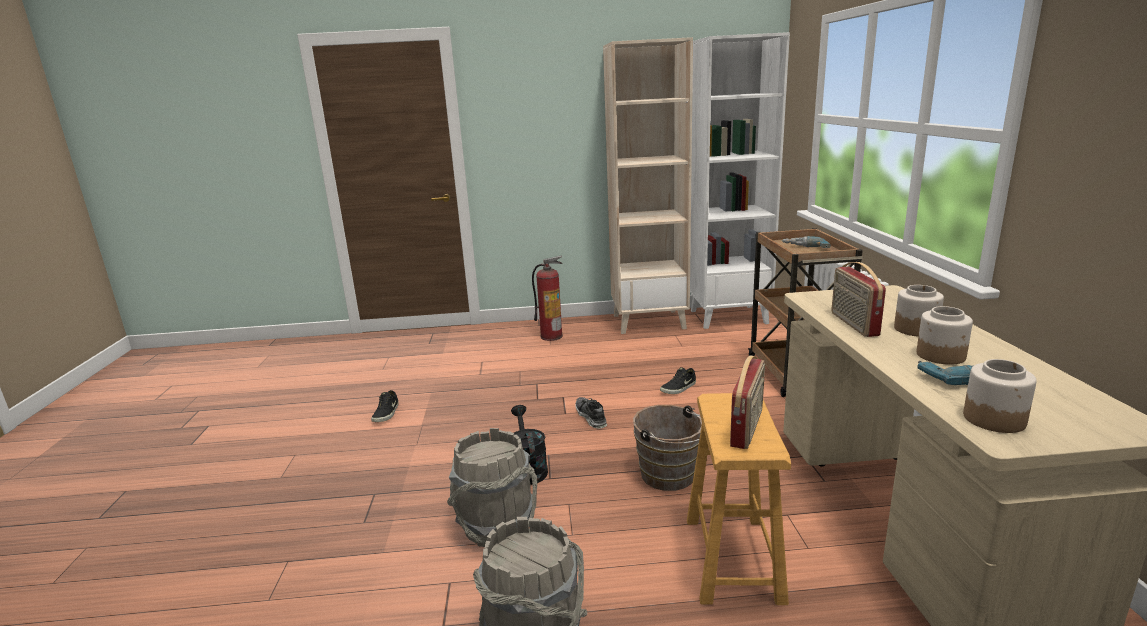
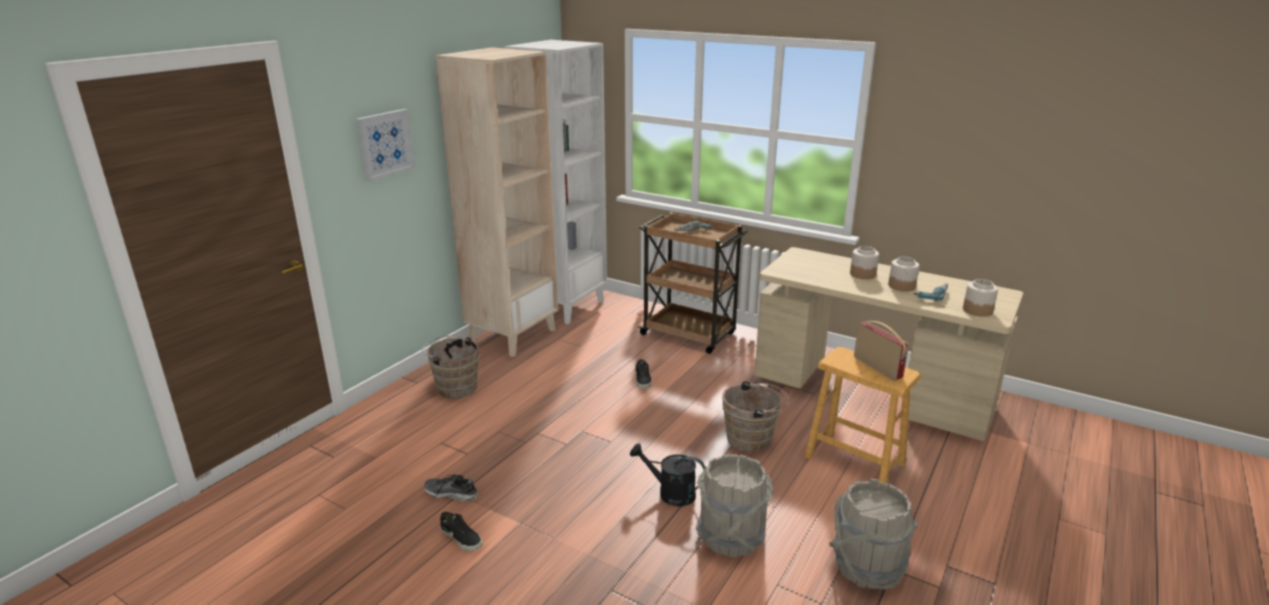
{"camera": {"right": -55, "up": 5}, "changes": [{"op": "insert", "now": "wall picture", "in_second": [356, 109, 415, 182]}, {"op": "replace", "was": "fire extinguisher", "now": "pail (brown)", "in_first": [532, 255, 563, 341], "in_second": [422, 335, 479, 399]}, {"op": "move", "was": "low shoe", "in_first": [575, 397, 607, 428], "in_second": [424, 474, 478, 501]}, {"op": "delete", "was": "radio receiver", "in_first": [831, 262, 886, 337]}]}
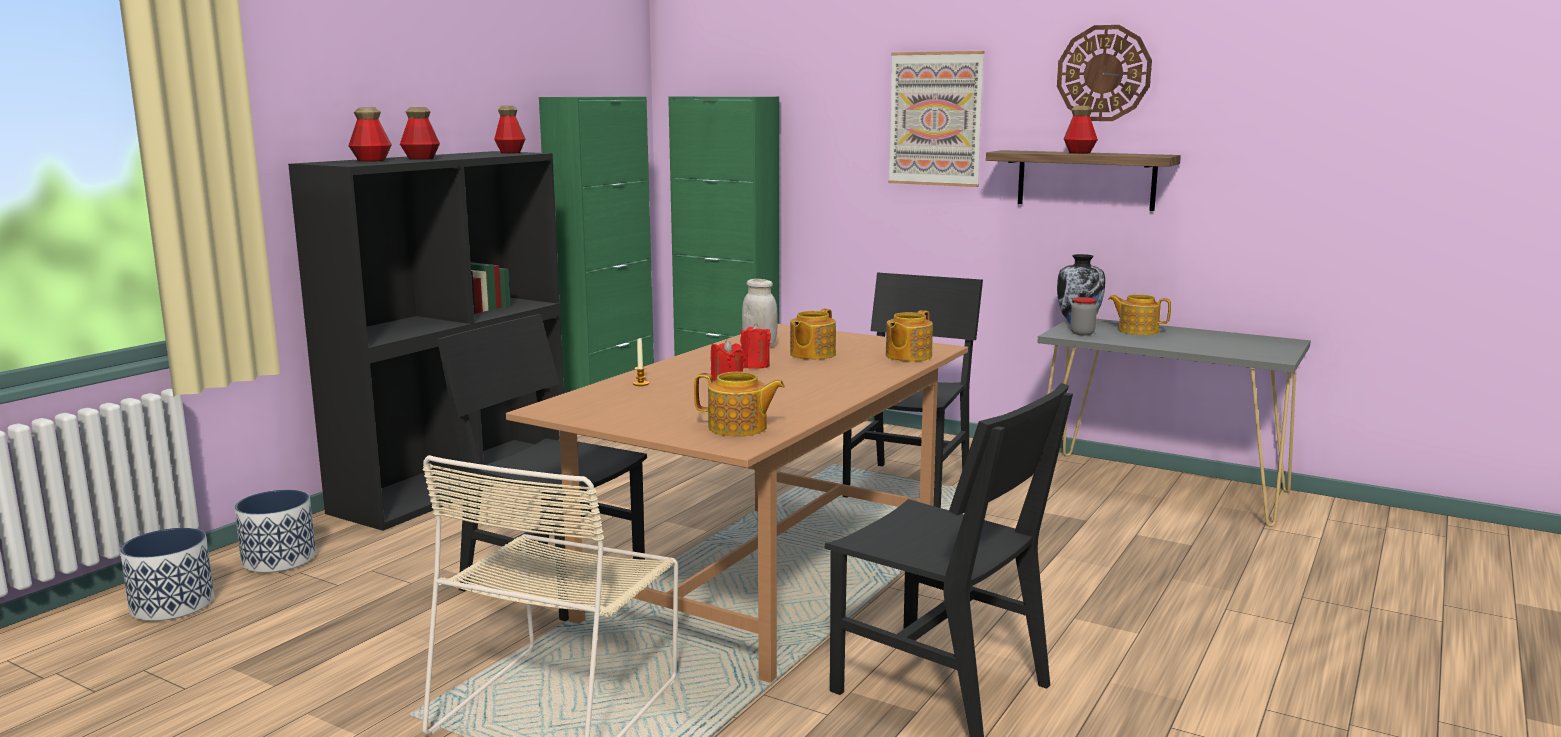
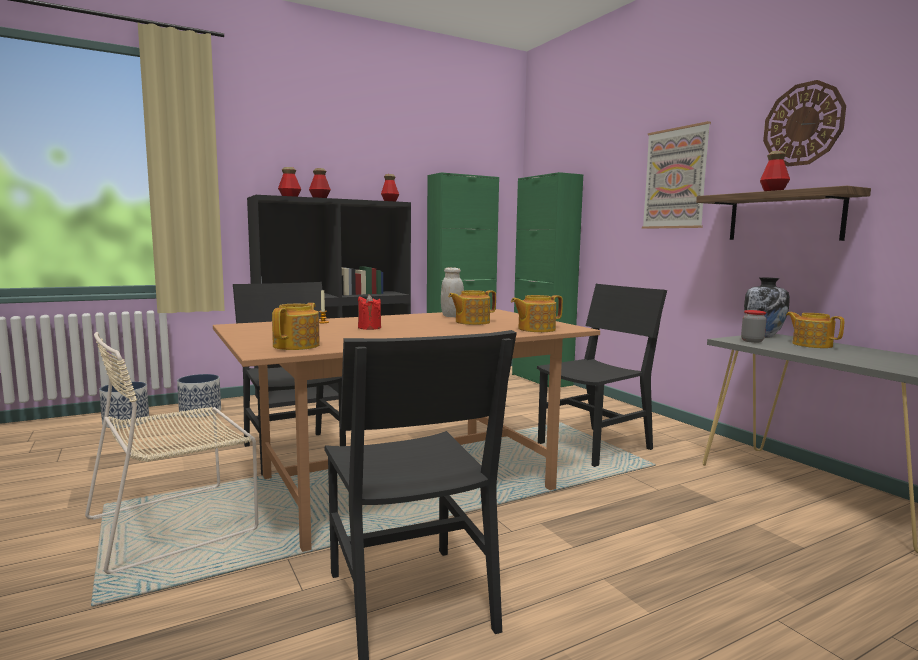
{"camera": {"right": 30, "up": -5}, "changes": [{"op": "rotate", "was": "tea pot", "in_first": [694, 372, 785, 436], "in_second": [272, 303, 320, 350], "clockwise": -120}, {"op": "delete", "was": "wax light (red)", "in_first": [740, 323, 771, 369]}]}
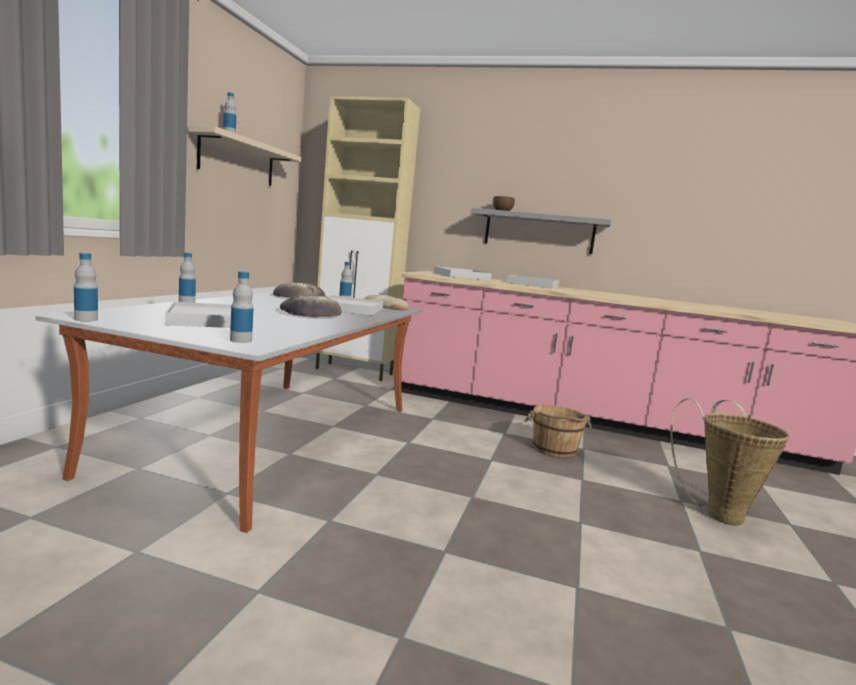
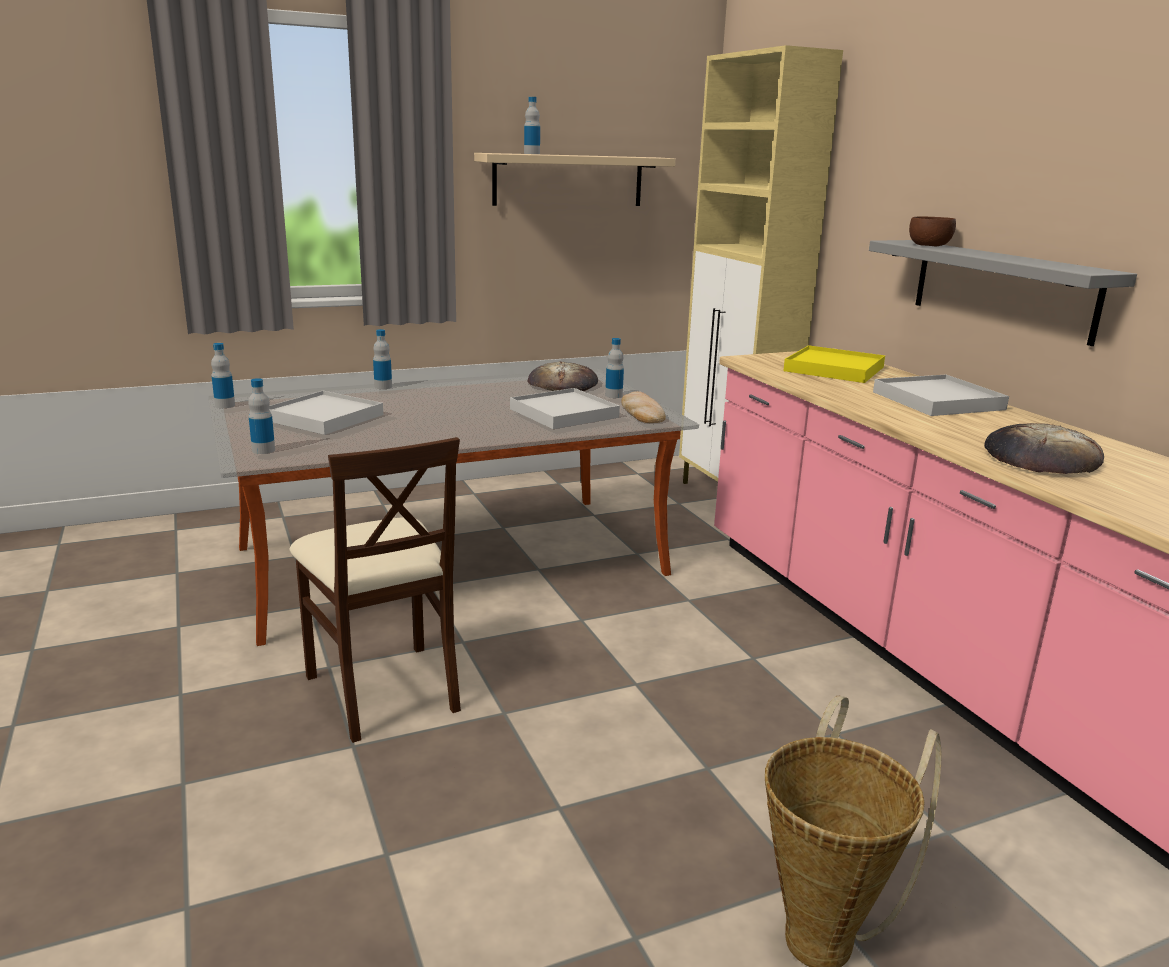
{"camera": {"right": 50, "up": 10}, "changes": [{"op": "insert", "now": "chair (beige-coloured)", "in_second": [289, 437, 461, 743]}, {"op": "recolor", "was": "carrying tray (white)", "now": "carrying tray (yellow)", "in_first": [434, 266, 492, 280], "in_second": [783, 345, 885, 383]}, {"op": "move", "was": "baked bread", "in_first": [280, 295, 342, 318], "in_second": [984, 423, 1104, 474]}, {"op": "delete", "was": "pail (brown)", "in_first": [524, 405, 592, 458]}]}
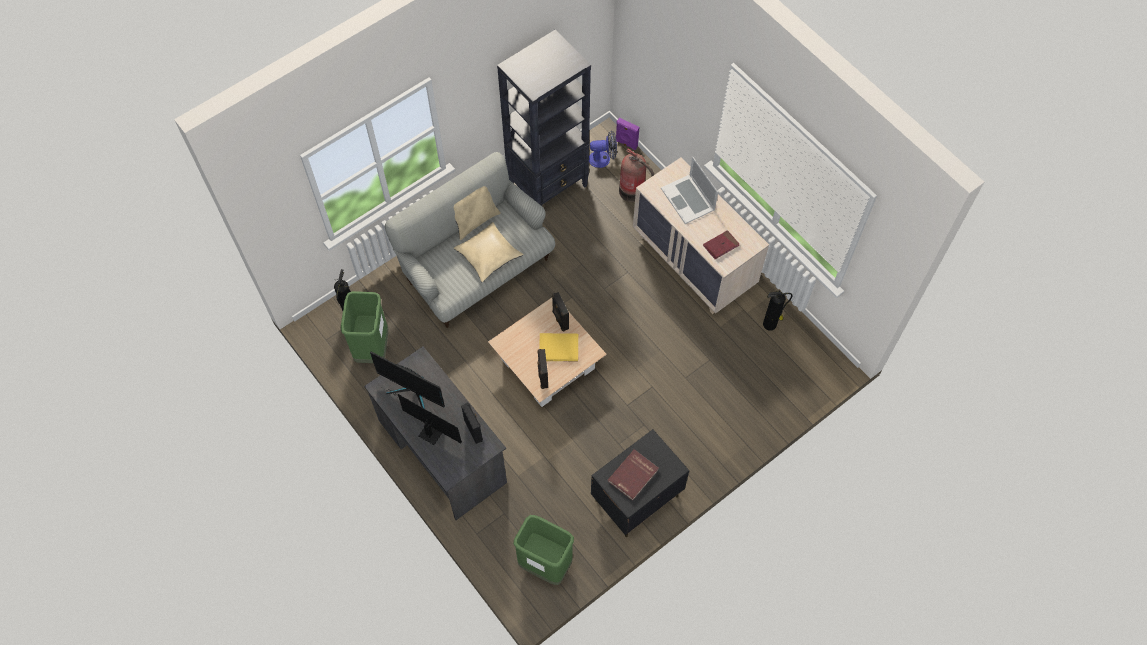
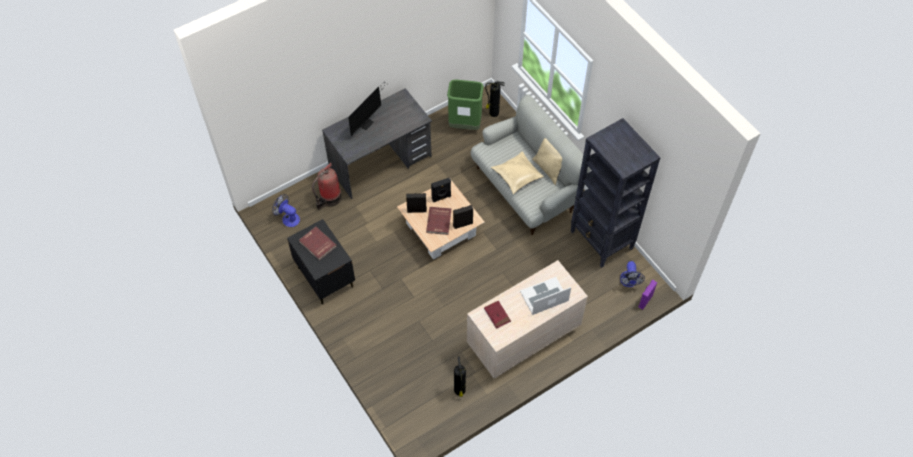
{"camera": {"right": 95, "up": -5}, "changes": [{"op": "replace", "was": "waste bin (green)", "now": "cooling fan", "in_first": [513, 515, 574, 585], "in_second": [272, 194, 300, 227]}, {"op": "move", "was": "fire extinguisher", "in_first": [619, 148, 654, 202], "in_second": [312, 163, 341, 210]}, {"op": "recolor", "was": "bound book (yellow)", "now": "bound book (red)", "in_first": [539, 333, 578, 361], "in_second": [426, 207, 451, 235]}, {"op": "move", "was": "loudspeaker (black)", "in_first": [461, 403, 483, 444], "in_second": [431, 178, 451, 202]}, {"op": "delete", "was": "monitor", "in_first": [370, 352, 445, 409]}]}
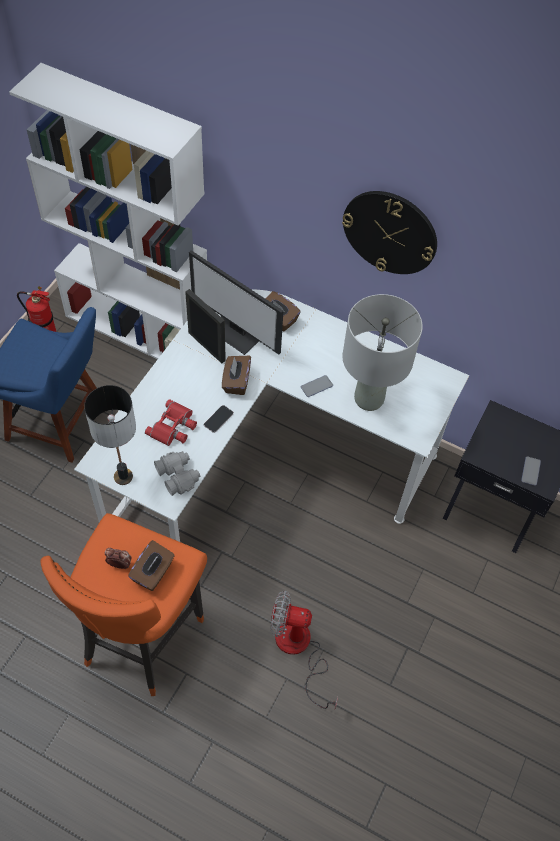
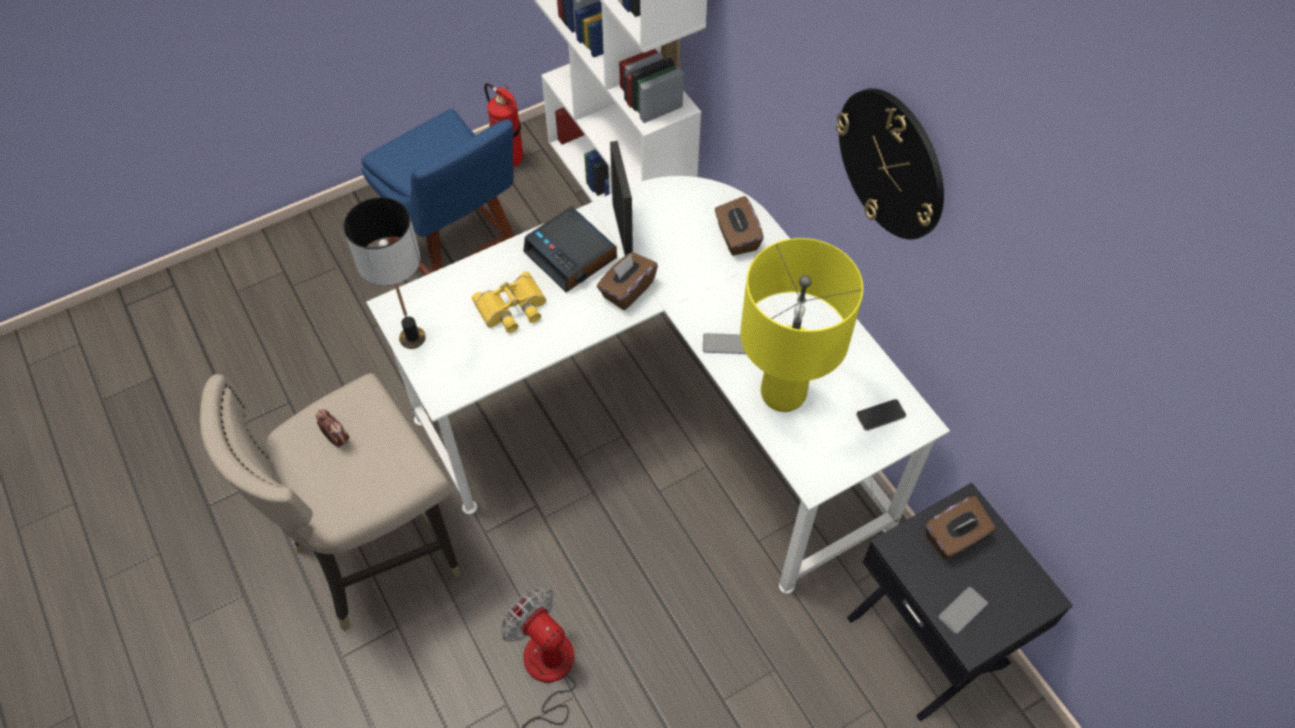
{"camera": {"right": 35, "up": 0}, "changes": [{"op": "recolor", "was": "sitting stool (orangey)", "now": "sitting stool (beige-coloured)", "in_first": [41, 513, 207, 696], "in_second": [200, 373, 461, 632]}, {"op": "recolor", "was": "binoculars (red)", "now": "binoculars (yellow)", "in_first": [145, 399, 197, 446], "in_second": [472, 271, 546, 333]}, {"op": "insert", "now": "bedside clock", "in_second": [523, 206, 617, 293]}, {"op": "recolor", "was": "lamp for a table (gray)", "now": "lamp for a table (yellow)", "in_first": [342, 294, 423, 411], "in_second": [740, 238, 863, 412]}, {"op": "move", "was": "telephone", "in_first": [204, 405, 234, 433], "in_second": [856, 399, 907, 431]}, {"op": "move", "was": "tissue box (brown)", "in_first": [128, 540, 175, 591], "in_second": [925, 496, 995, 559]}, {"op": "delete", "was": "binoculars (gray)", "in_first": [154, 451, 200, 496]}, {"op": "delete", "was": "monitor", "in_first": [189, 250, 283, 355]}]}
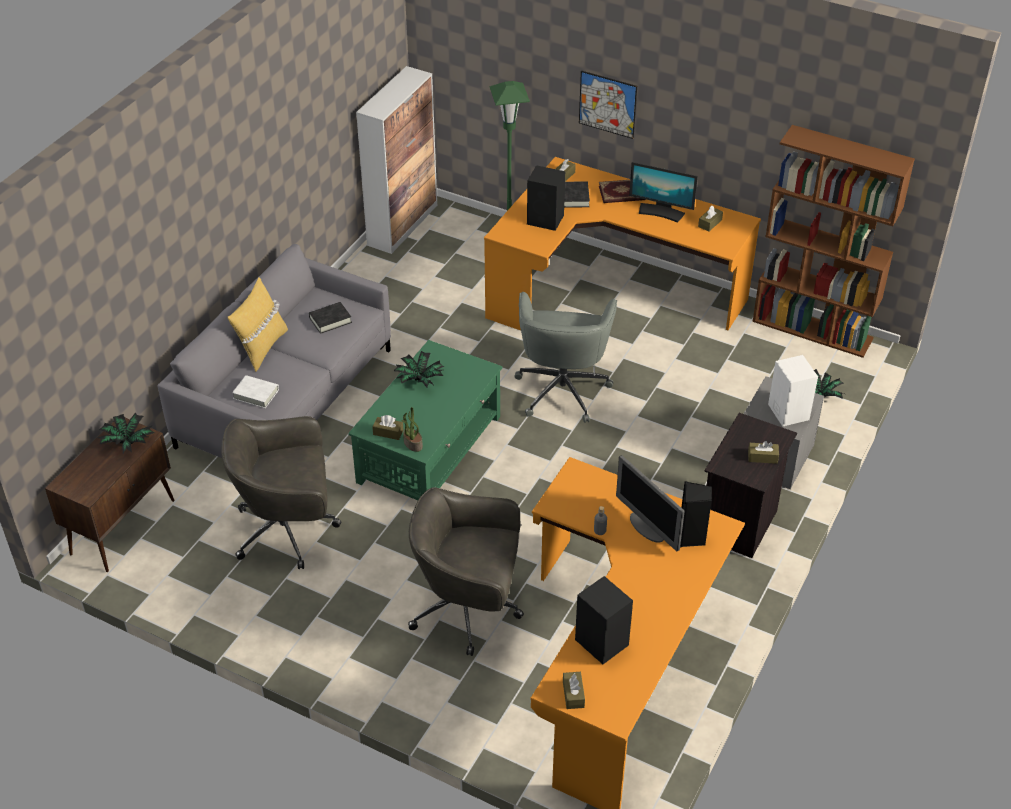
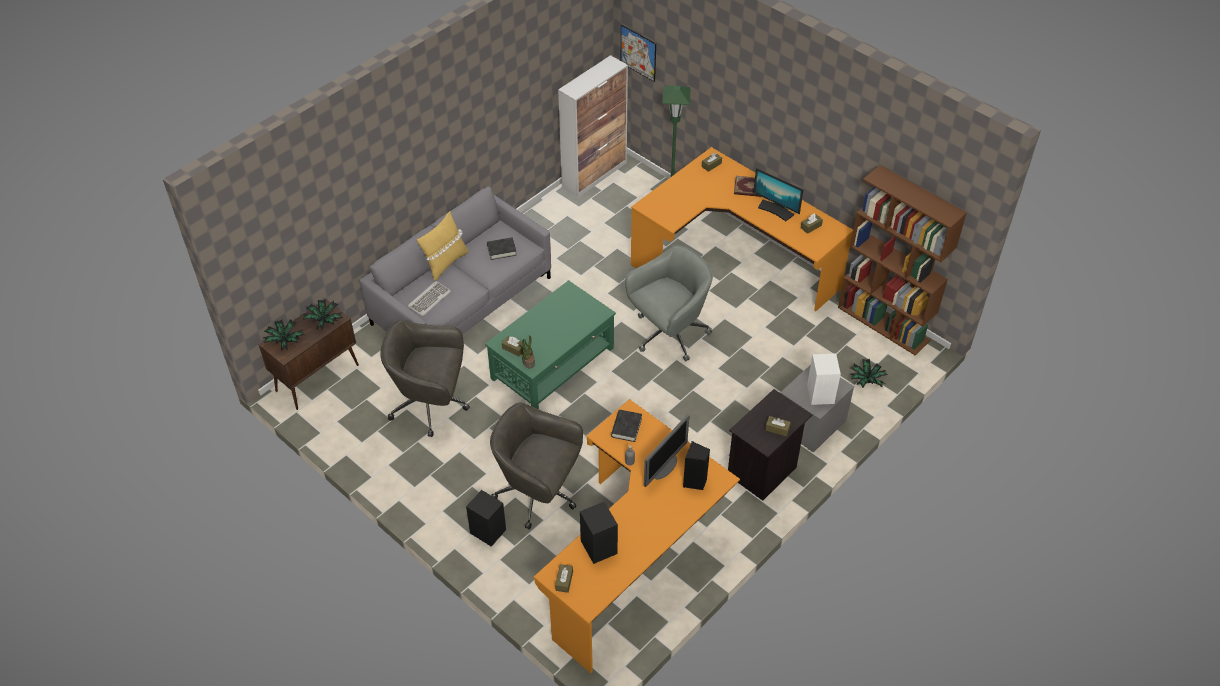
{"camera": {"right": 15, "up": 5}, "changes": [{"op": "move", "was": "houseplant", "in_first": [394, 351, 444, 388], "in_second": [264, 320, 305, 351]}, {"op": "replace", "was": "bound book (white)", "now": "keyboard", "in_first": [232, 375, 279, 408], "in_second": [408, 281, 451, 316]}, {"op": "move", "was": "loudspeaker (black)", "in_first": [527, 165, 565, 231], "in_second": [466, 490, 506, 547]}, {"op": "move", "was": "bound book (black)", "in_first": [564, 181, 590, 208], "in_second": [611, 410, 642, 442]}, {"op": "move", "was": "wall picture", "in_first": [579, 71, 637, 139], "in_second": [621, 24, 656, 82]}, {"op": "rotate", "was": "desk chair (gray)", "in_first": [514, 292, 617, 423], "in_second": [625, 245, 713, 361], "clockwise": -150}, {"op": "rotate", "was": "monitor", "in_first": [616, 455, 685, 551], "in_second": [644, 414, 690, 487], "clockwise": -120}]}
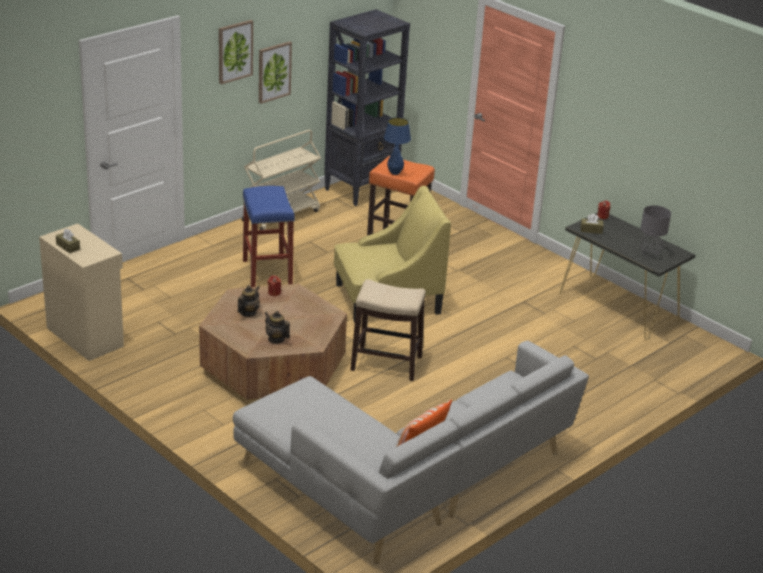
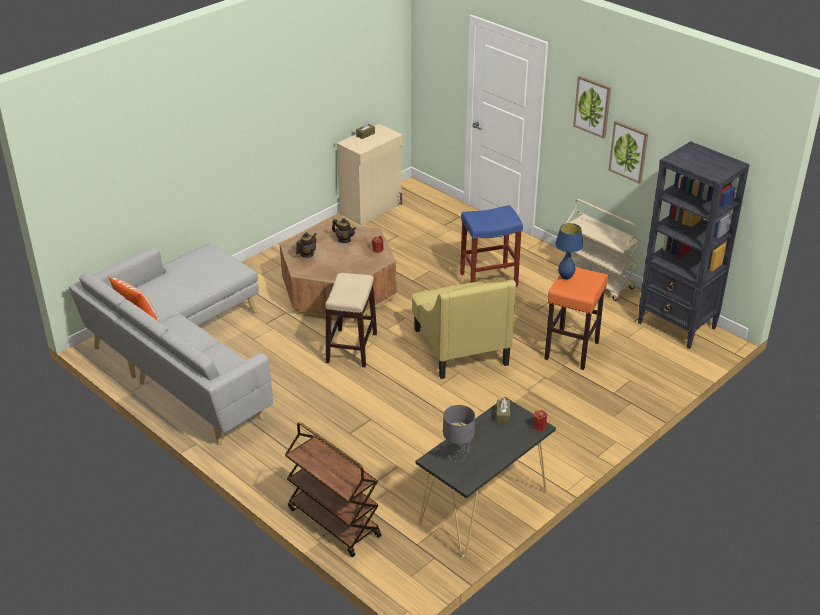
{"camera": {"right": 90, "up": 5}, "changes": [{"op": "insert", "now": "cart (brown)", "in_second": [285, 422, 381, 557]}]}
